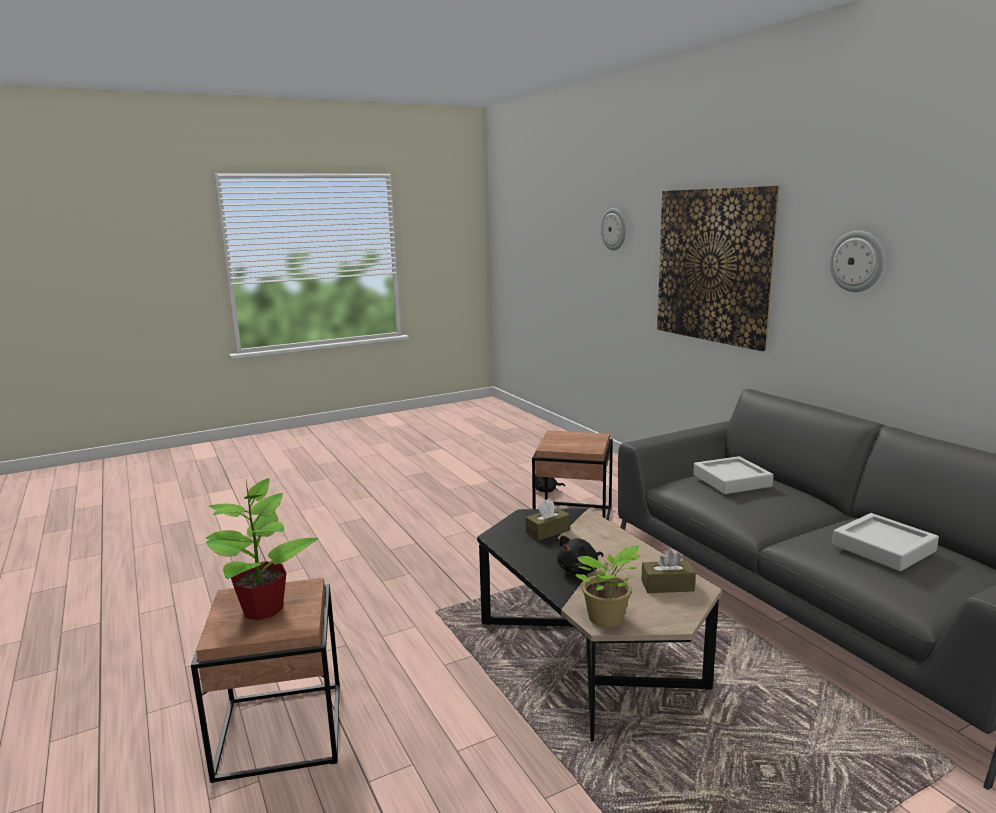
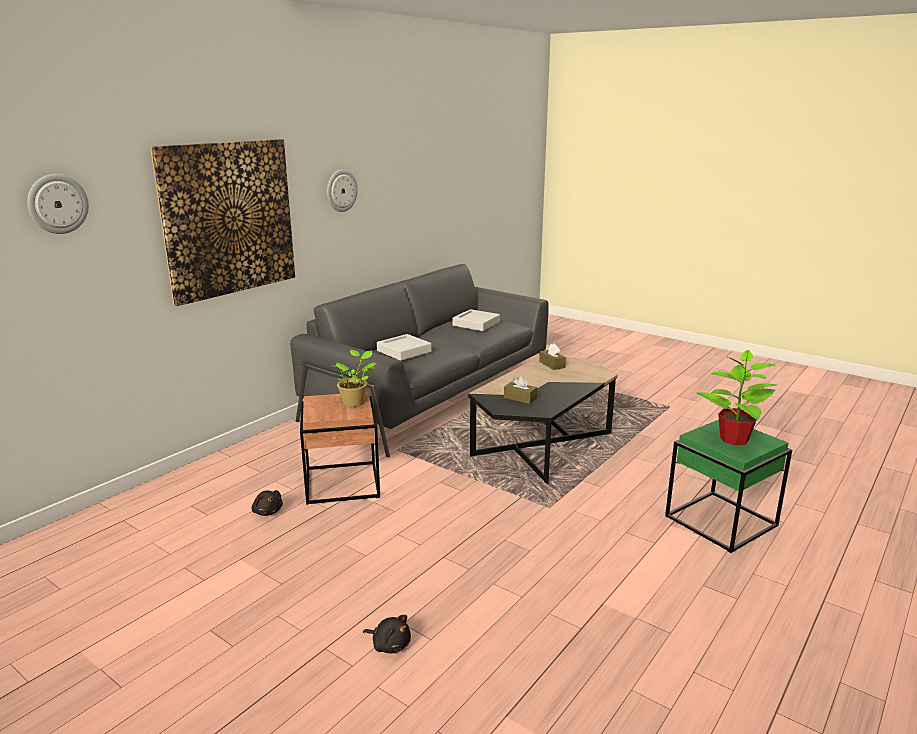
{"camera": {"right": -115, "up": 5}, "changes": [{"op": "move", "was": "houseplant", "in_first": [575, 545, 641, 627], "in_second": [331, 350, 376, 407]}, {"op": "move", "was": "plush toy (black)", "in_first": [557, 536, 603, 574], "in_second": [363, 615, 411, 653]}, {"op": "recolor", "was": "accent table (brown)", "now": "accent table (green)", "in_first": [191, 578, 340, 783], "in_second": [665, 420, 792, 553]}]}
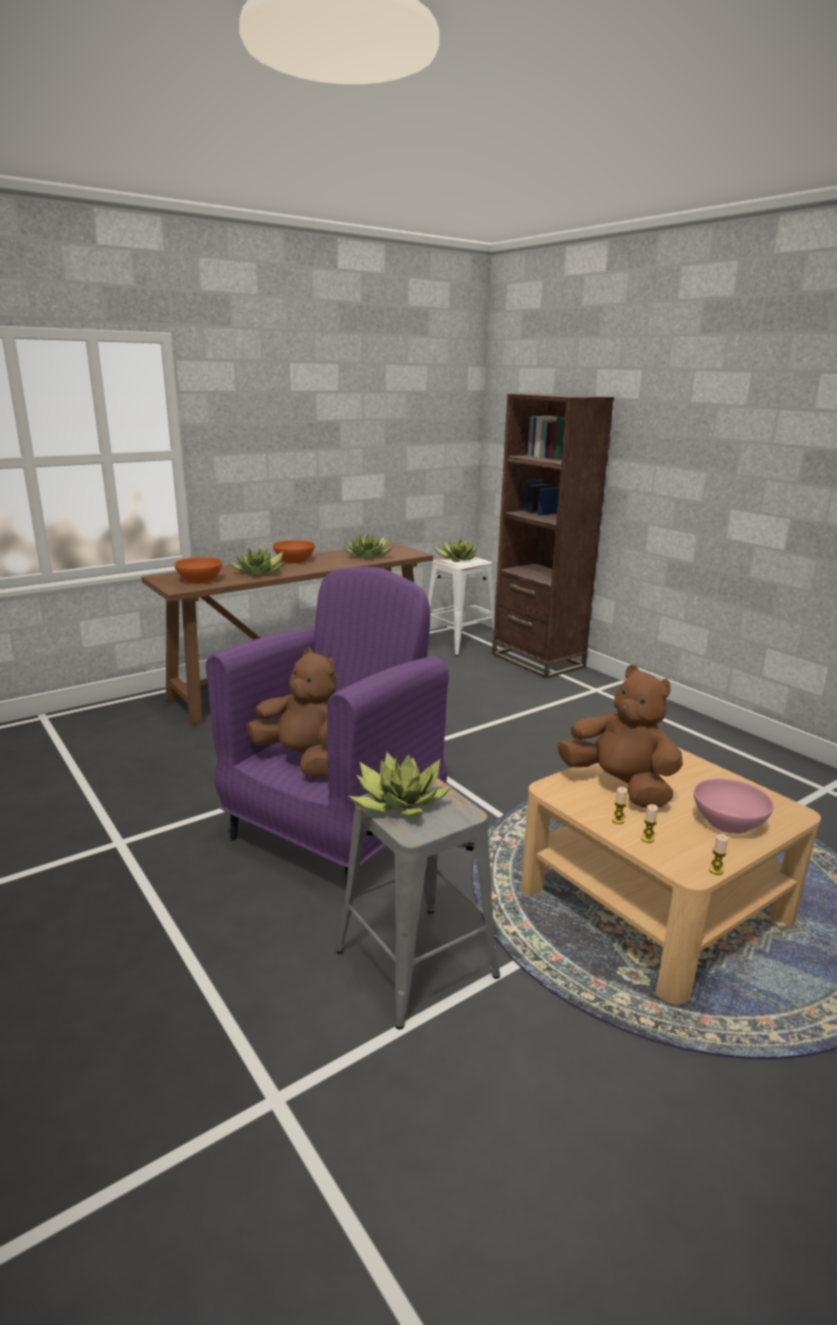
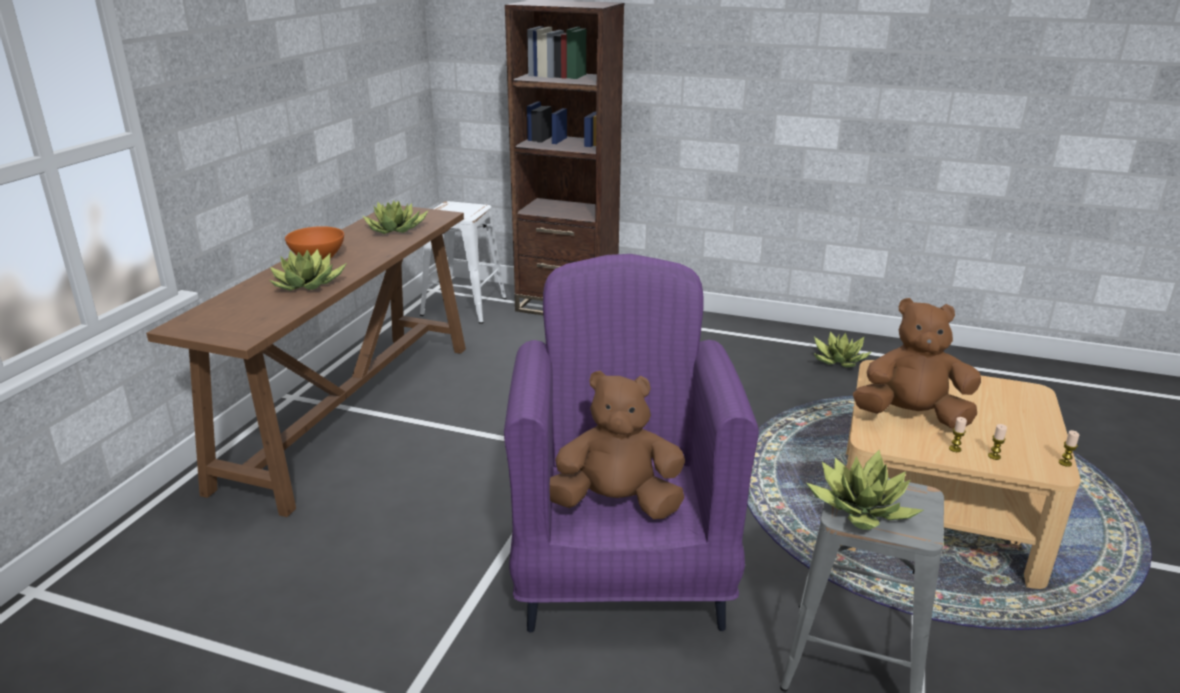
{"camera": {"right": -35, "up": 5}, "changes": [{"op": "move", "was": "houseplant", "in_first": [433, 538, 478, 562], "in_second": [814, 331, 871, 367]}, {"op": "delete", "was": "serving bowl (orangey)", "in_first": [174, 557, 222, 584]}, {"op": "delete", "was": "serving bowl (pinkish)", "in_first": [694, 778, 774, 834]}]}
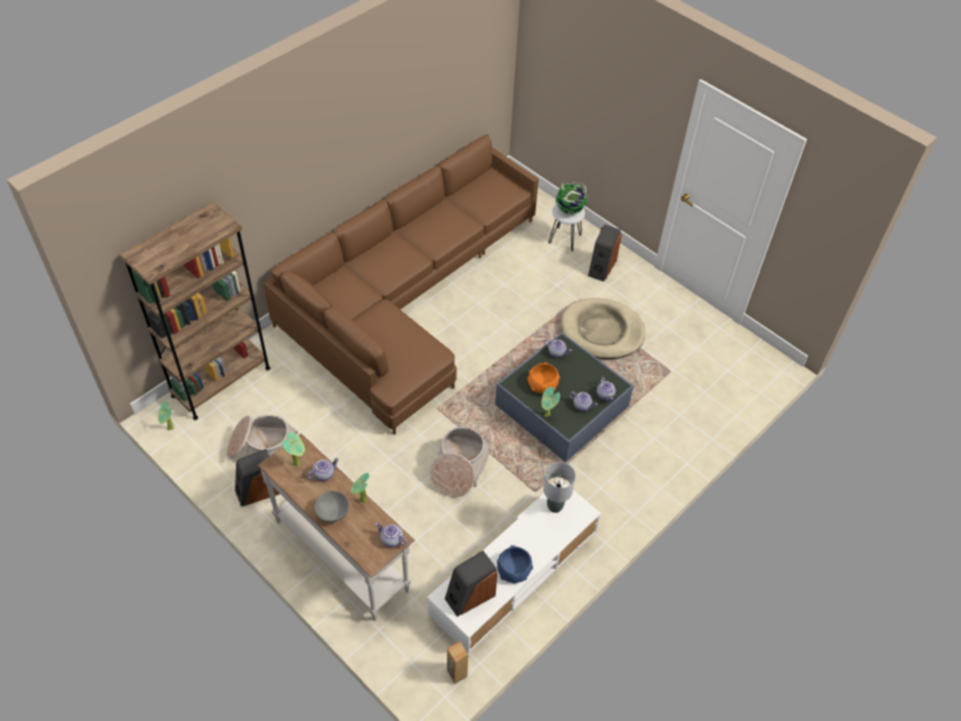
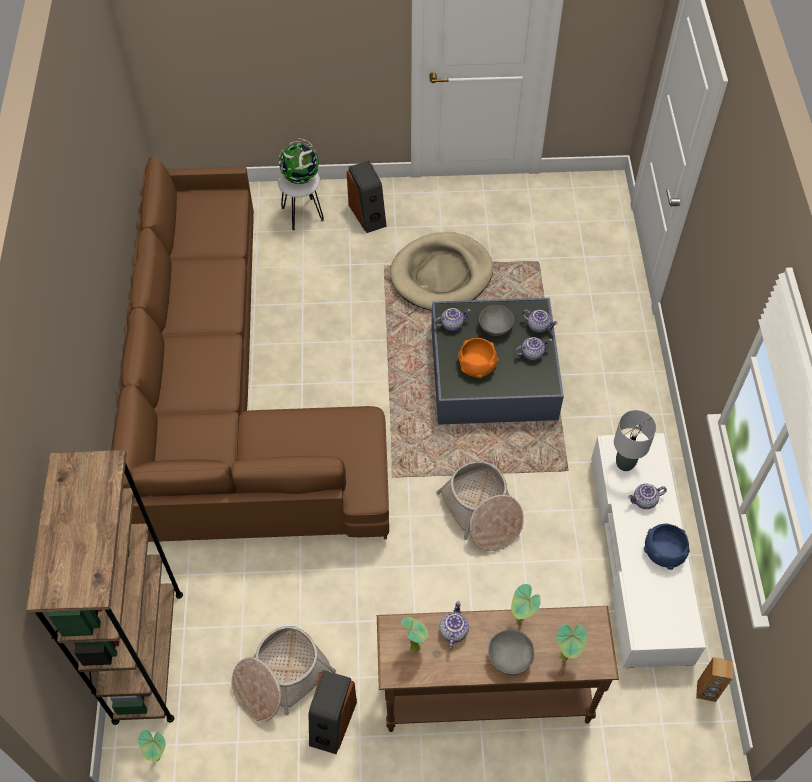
{"camera": {"right": -45, "up": 5}, "changes": [{"op": "recolor", "was": "hall table (white)", "now": "hall table (brown)", "in_first": [257, 433, 415, 621], "in_second": [377, 606, 619, 732]}, {"op": "insert", "now": "serving bowl (gray)", "in_second": [479, 305, 514, 336]}, {"op": "move", "was": "houseplant", "in_first": [541, 387, 560, 417], "in_second": [557, 624, 587, 661]}, {"op": "move", "was": "tea pot", "in_first": [376, 522, 408, 547], "in_second": [628, 484, 667, 509]}, {"op": "delete", "was": "loudspeaker", "in_first": [445, 551, 497, 617]}]}
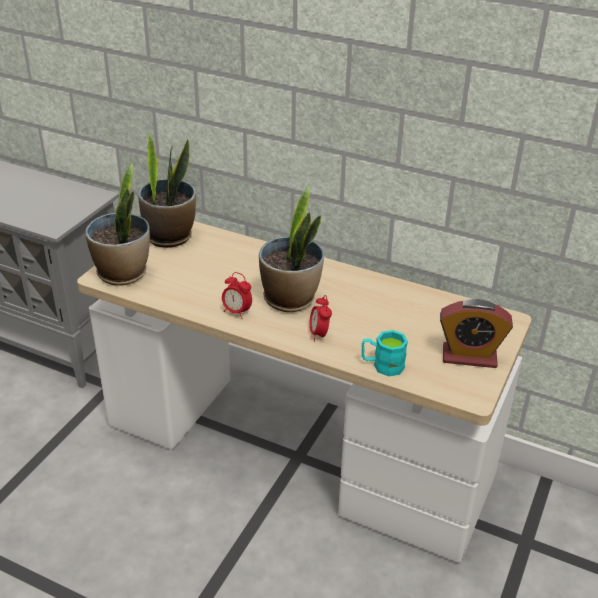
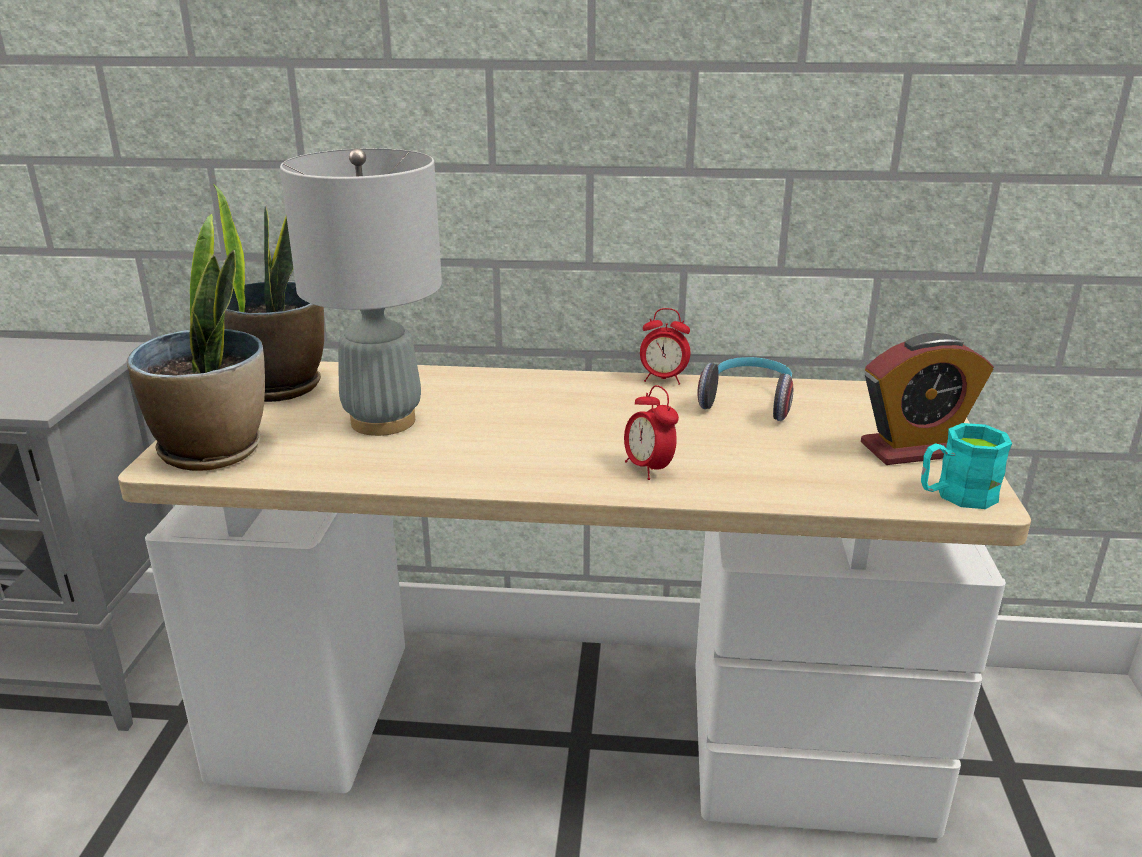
{"camera": {"right": -20, "up": -10}, "changes": [{"op": "insert", "now": "lamp for a table (gray)", "in_second": [280, 148, 442, 436]}, {"op": "move", "was": "bedside clock", "in_first": [222, 272, 252, 319], "in_second": [640, 308, 691, 385]}, {"op": "insert", "now": "headset", "in_second": [698, 357, 793, 421]}, {"op": "move", "was": "coffee mug (turquoise-coloured)", "in_first": [362, 330, 408, 377], "in_second": [921, 423, 1012, 509]}, {"op": "delete", "was": "houseplant", "in_first": [259, 186, 324, 312]}]}
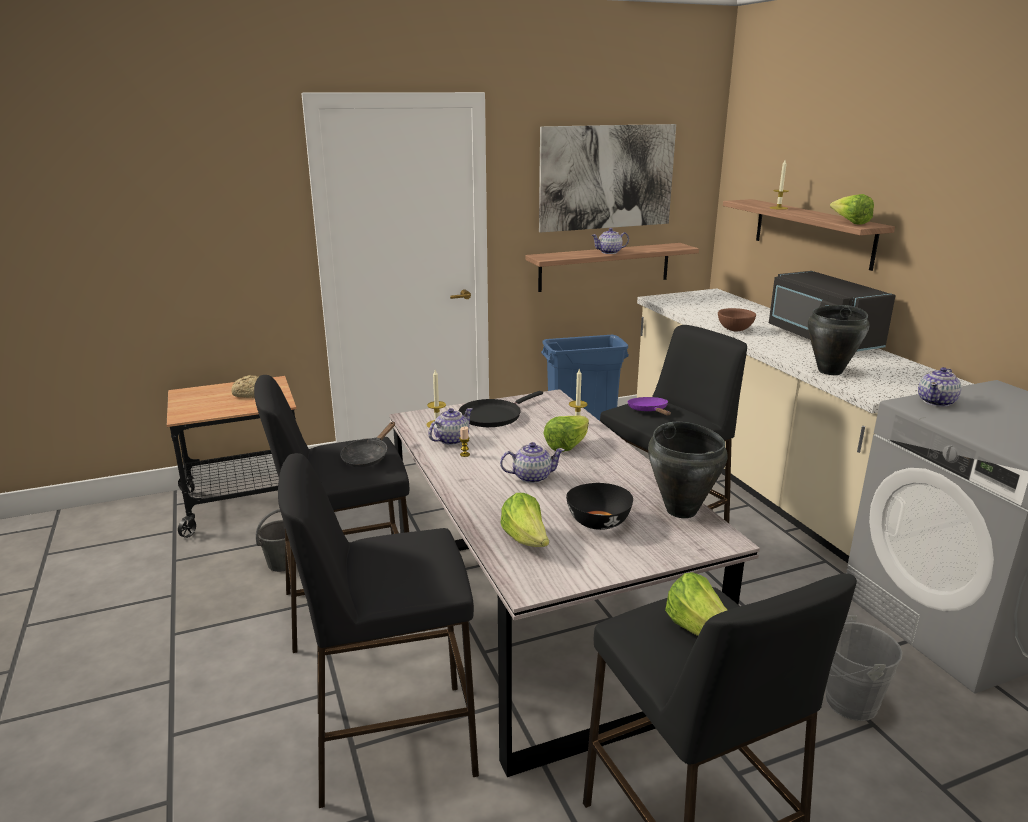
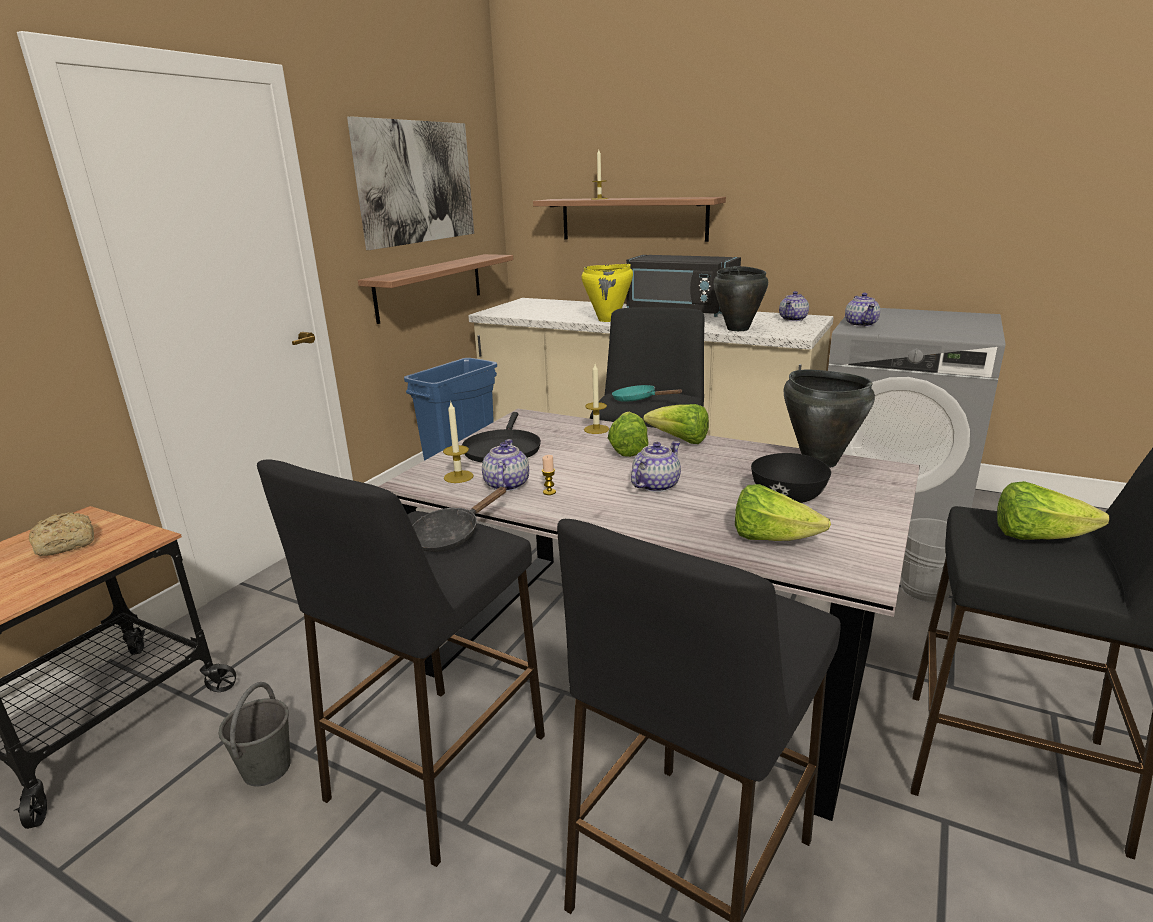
{"camera": {"right": -40, "up": 0}, "changes": [{"op": "rotate", "was": "skillet (black)", "in_first": [340, 422, 395, 467], "in_second": [412, 487, 507, 552], "clockwise": 60}, {"op": "replace", "was": "serving bowl (brown)", "now": "stockpot (yellow)", "in_first": [718, 308, 756, 331], "in_second": [581, 264, 633, 322]}, {"op": "recolor", "was": "skillet (purple)", "now": "skillet (turquoise-coloured)", "in_first": [627, 397, 671, 416], "in_second": [612, 385, 683, 402]}, {"op": "move", "was": "lettuce", "in_first": [830, 194, 874, 225], "in_second": [643, 404, 709, 444]}, {"op": "move", "was": "tea pot", "in_first": [591, 228, 629, 254], "in_second": [779, 291, 809, 321]}]}
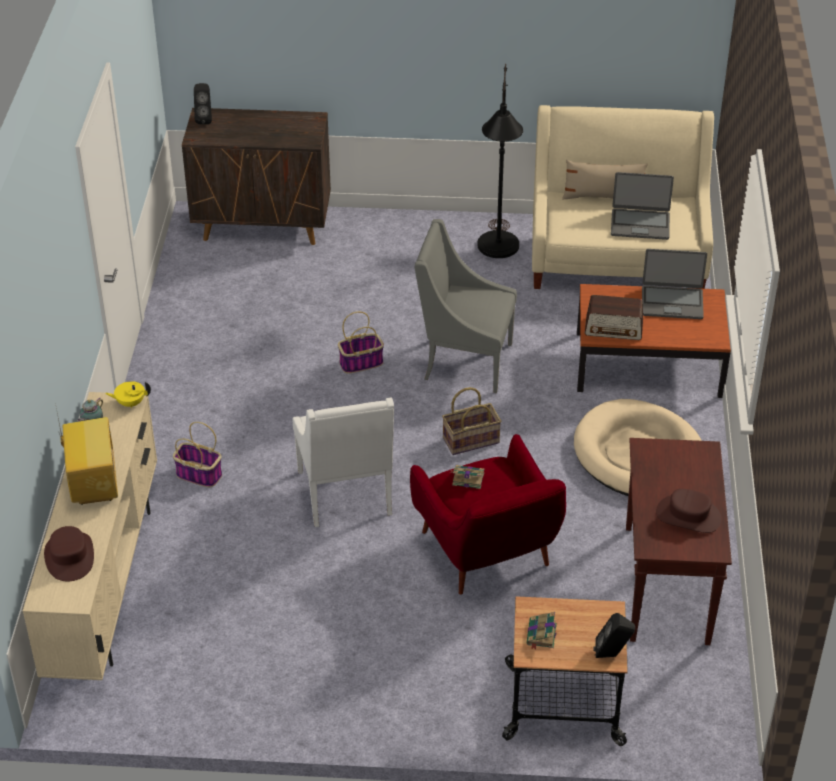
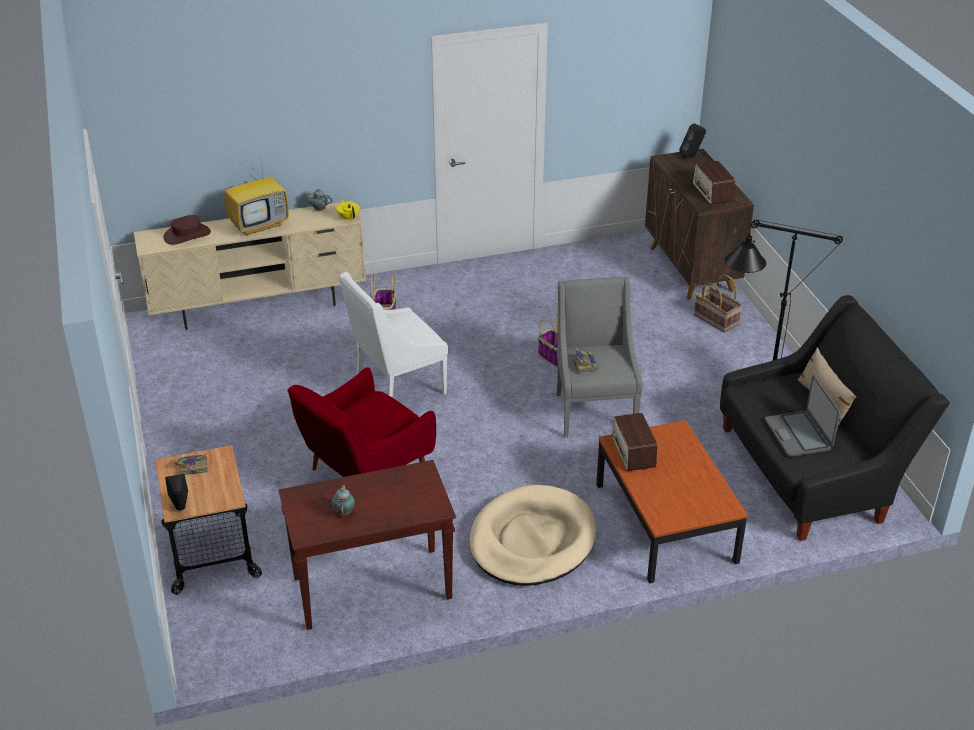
{"camera": {"right": 70, "up": -5}, "changes": [{"op": "replace", "was": "wearable hat (brown)", "now": "tea pot", "in_first": [656, 489, 721, 533], "in_second": [331, 485, 355, 516]}, {"op": "move", "was": "bound book", "in_first": [449, 465, 484, 489], "in_second": [572, 348, 598, 373]}, {"op": "insert", "now": "radio receiver", "in_second": [693, 161, 735, 205]}, {"op": "move", "was": "household basket", "in_first": [442, 387, 501, 455], "in_second": [694, 275, 742, 333]}, {"op": "recolor", "was": "sofa (beige-coloured)", "now": "sofa (black)", "in_first": [532, 105, 714, 289], "in_second": [720, 295, 950, 541]}, {"op": "delete", "was": "notebook computer", "in_first": [642, 249, 707, 319]}]}
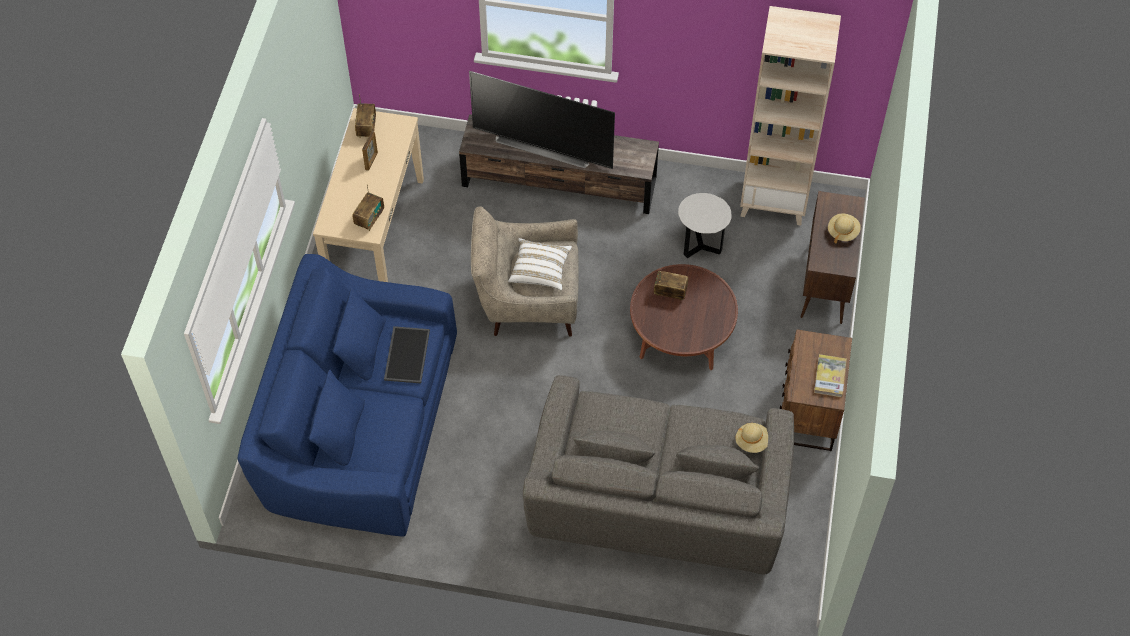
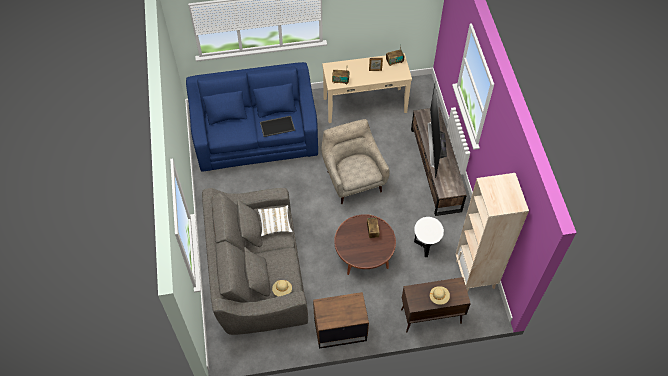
{"camera": {"right": 70, "up": 0}, "changes": [{"op": "move", "was": "pillow (white)", "in_first": [508, 238, 572, 290], "in_second": [258, 205, 293, 237]}, {"op": "delete", "was": "bound book", "in_first": [814, 354, 847, 397]}]}
